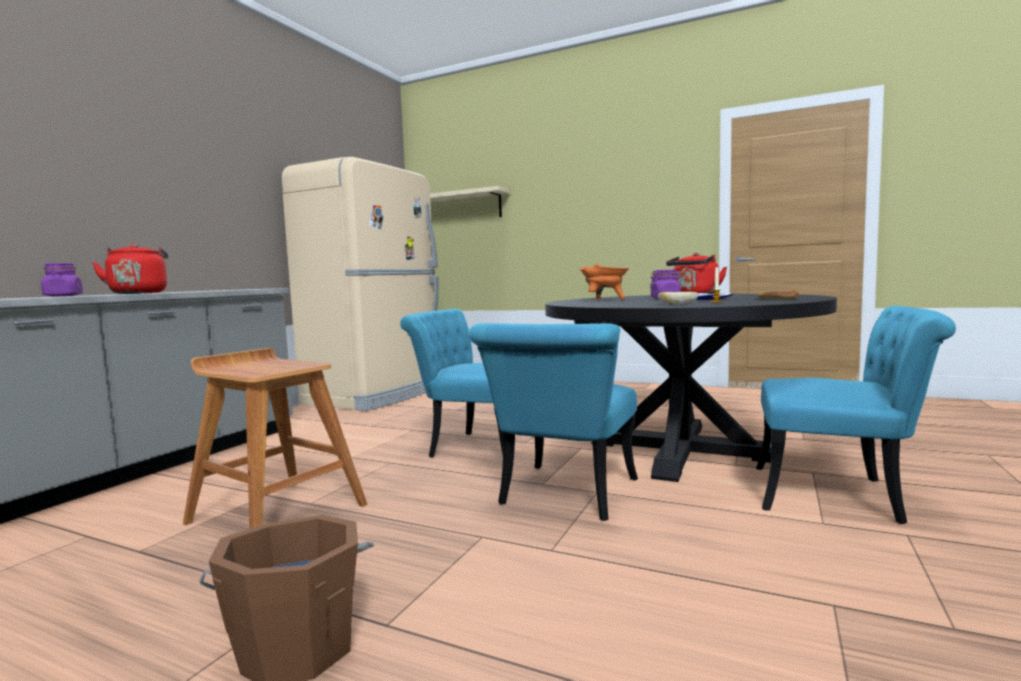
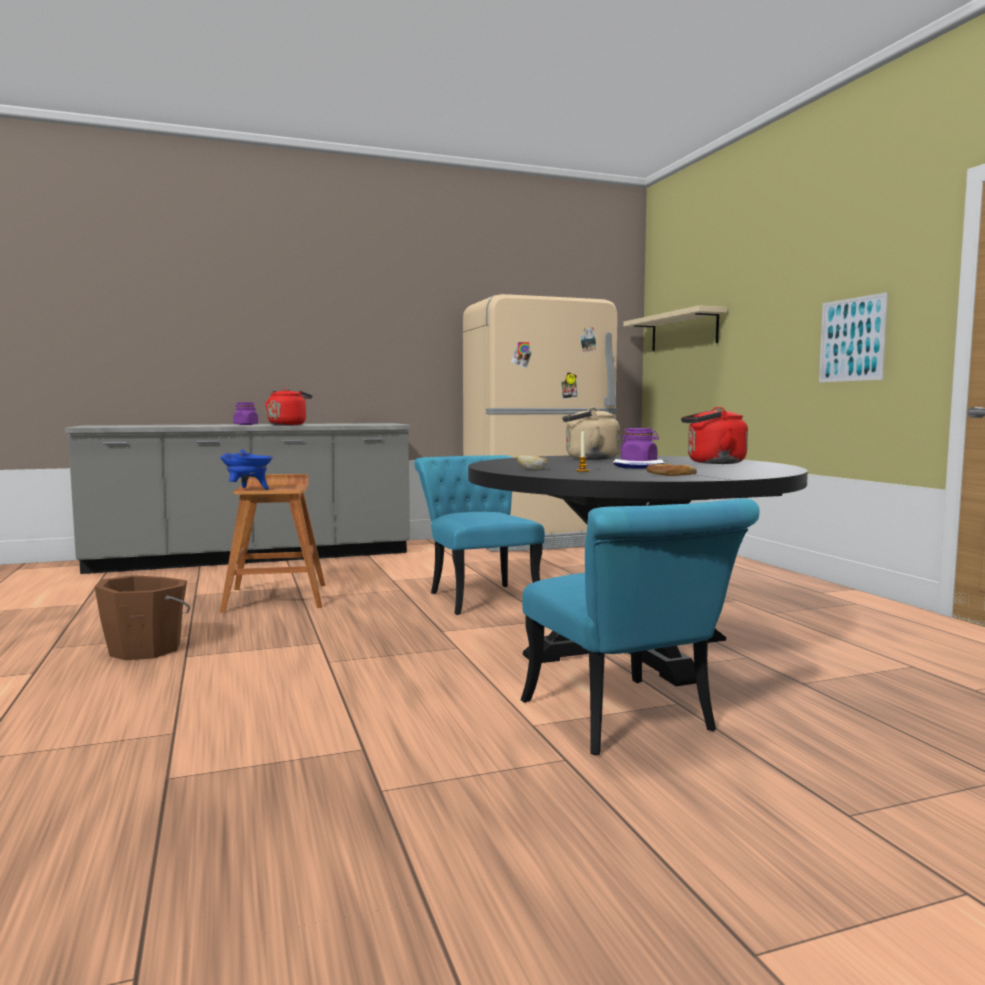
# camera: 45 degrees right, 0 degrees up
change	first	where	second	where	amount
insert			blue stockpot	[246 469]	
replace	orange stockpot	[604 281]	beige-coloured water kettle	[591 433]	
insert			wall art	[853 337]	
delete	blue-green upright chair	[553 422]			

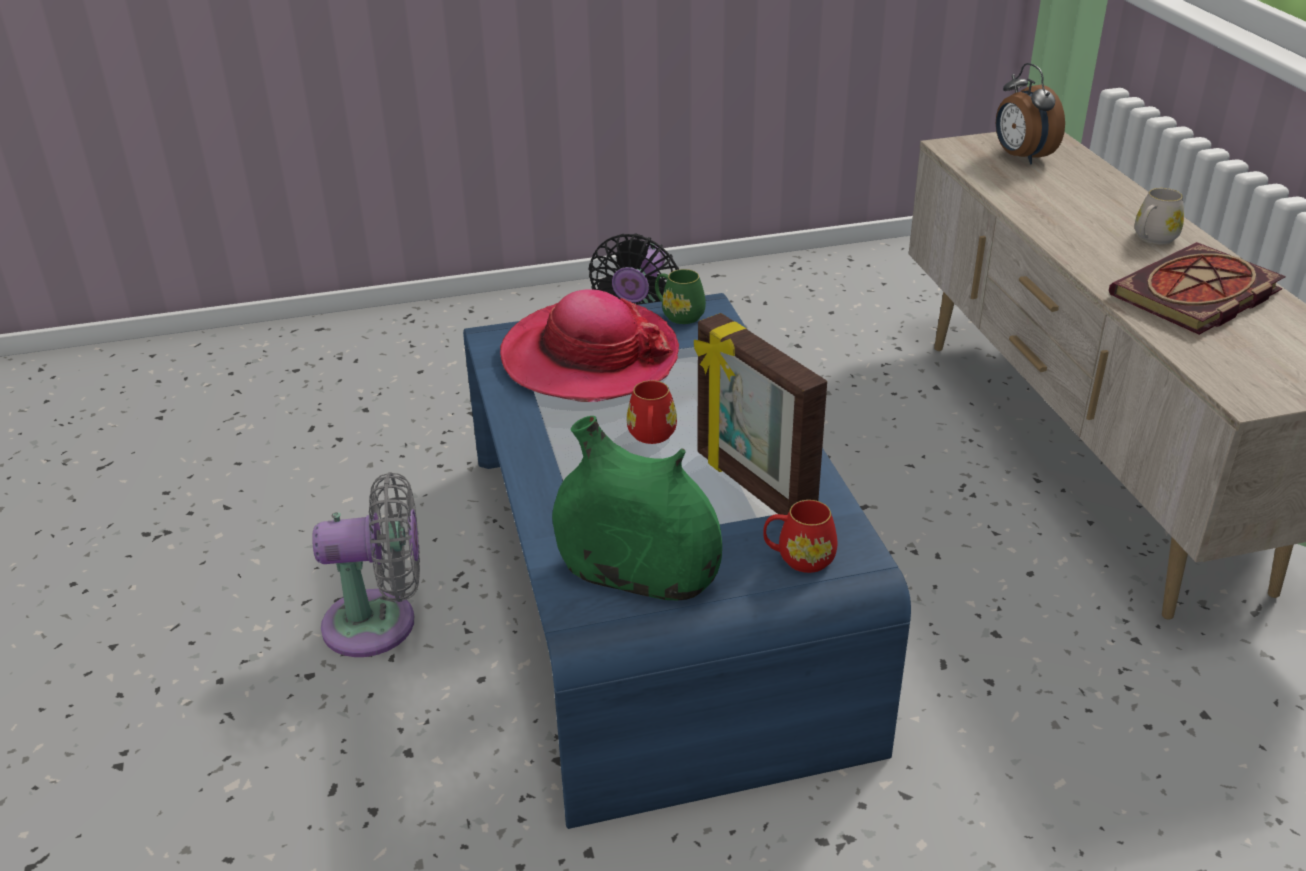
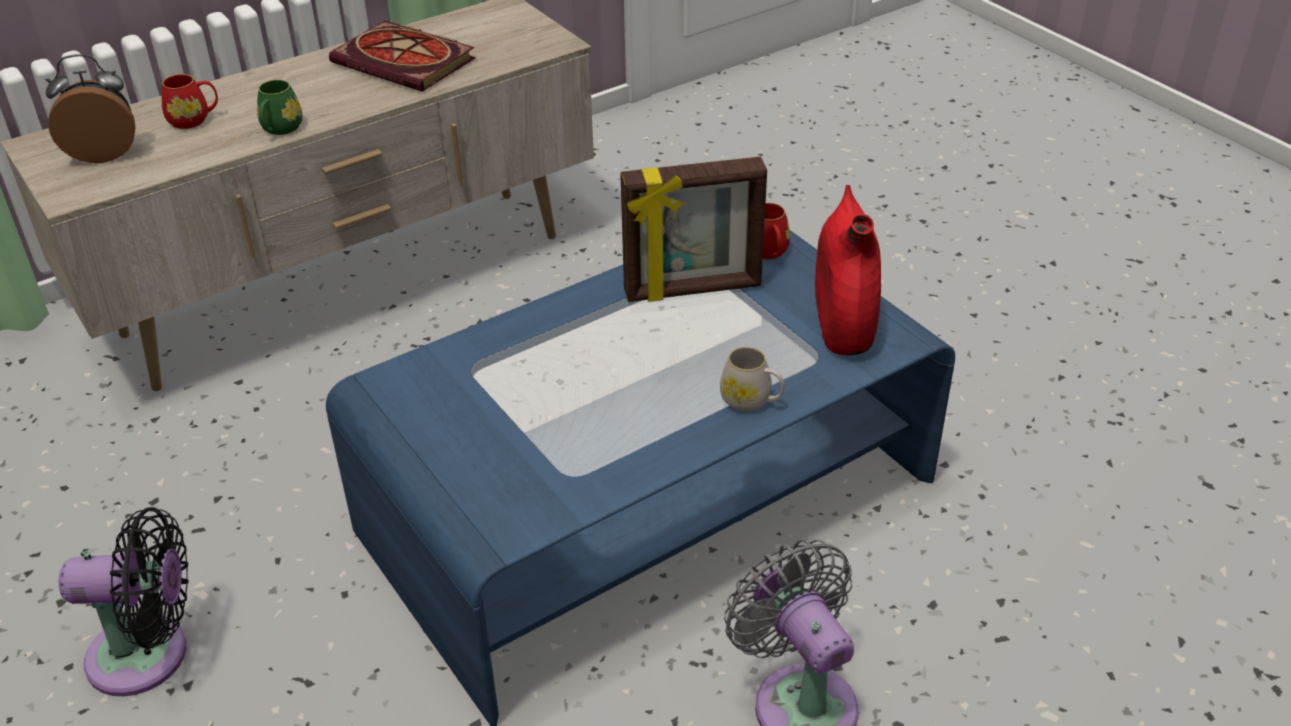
# camera: 110 degrees left, 5 degrees up
change	first	where	second	where	amount
rotate	alarm clock	[1030 114]		[90 108]	150 degrees counterclockwise
move	red-coloured tea mug	[652 412]		[190 101]	
move	green tea mug	[680 296]		[280 107]	
rotate	standing frame	[760 414]		[693 229]	45 degrees clockwise
move	white-coloured tea mug	[1159 216]		[752 379]	
recolor	green decorative vase	[637 508]	red-coloured decorative vase	[848 270]	
delete	hat	[589 346]			

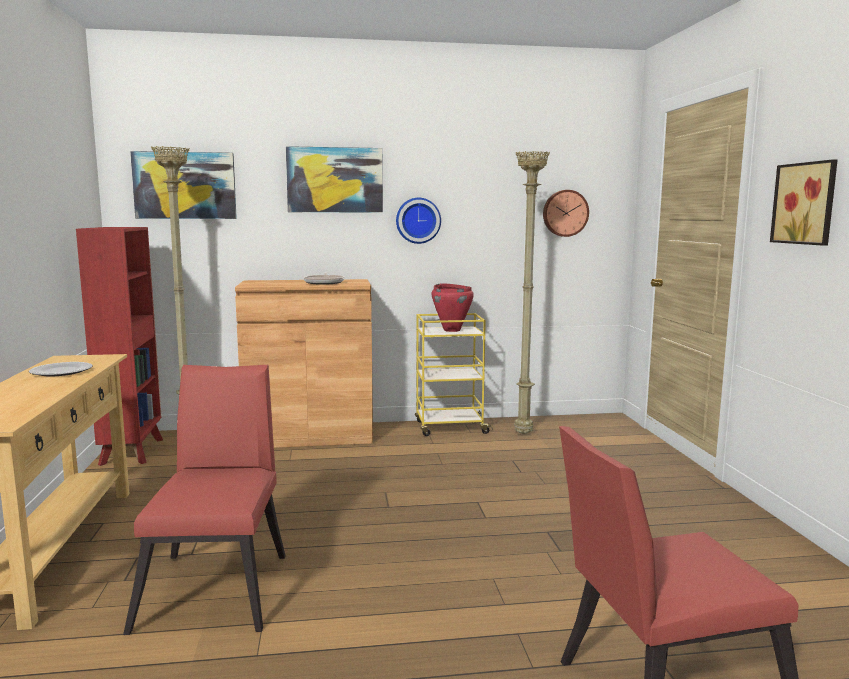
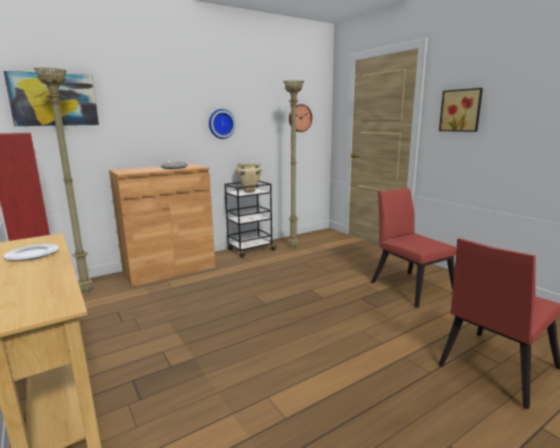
# camera: 25 degrees left, 5 degrees up
change	first	where	second	where	amount
recolor	yellowish cart	[454 374]	black cart	[251 219]	
recolor	red-coloured stockpot	[453 308]	beige-coloured stockpot	[249 178]	
move	red-coloured upright chair	[204 500]		[413 248]	
delete	wall art	[334 179]			

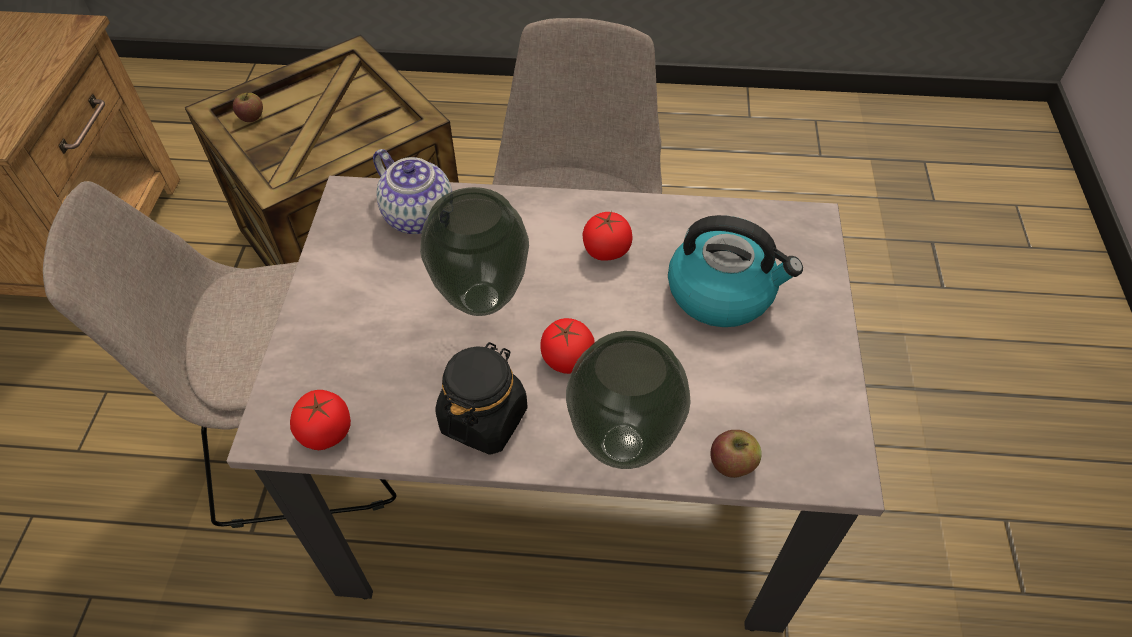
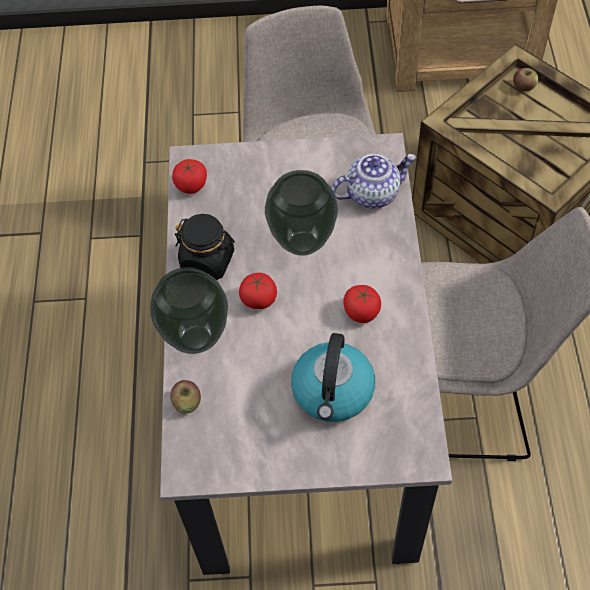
# camera: 85 degrees right, 5 degrees up
change	first	where	second	where	amount
rotate	tea pot	[412 191]		[374 181]	150 degrees counterclockwise

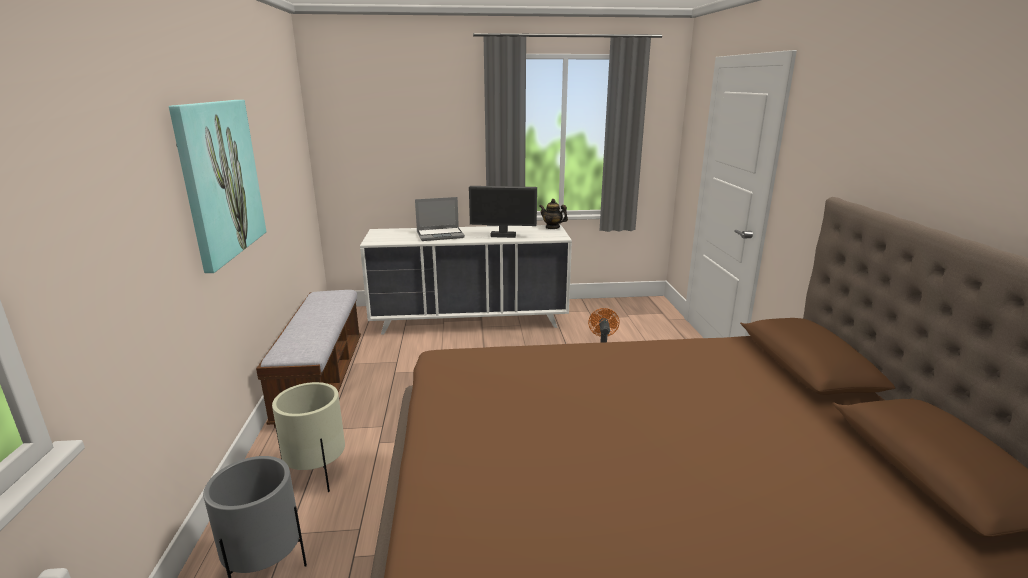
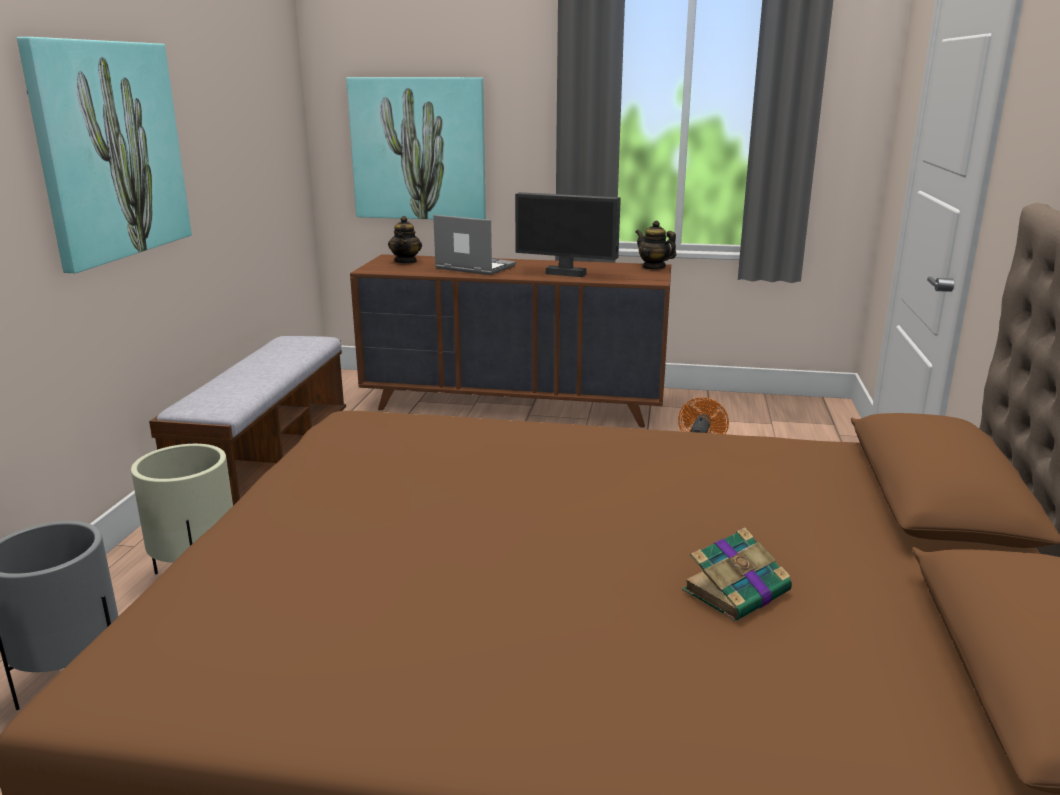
# camera: 15 degrees right, 0 degrees up
change	first	where	second	where	amount
insert			wall art	[416 148]	
recolor	white-coloured dresser	[466 280]	brown-coloured dresser	[510 341]	
insert			tea pot	[405 240]	
rotate	portable computer	[440 219]		[474 245]	150 degrees counterclockwise
insert			bound book	[737 574]	

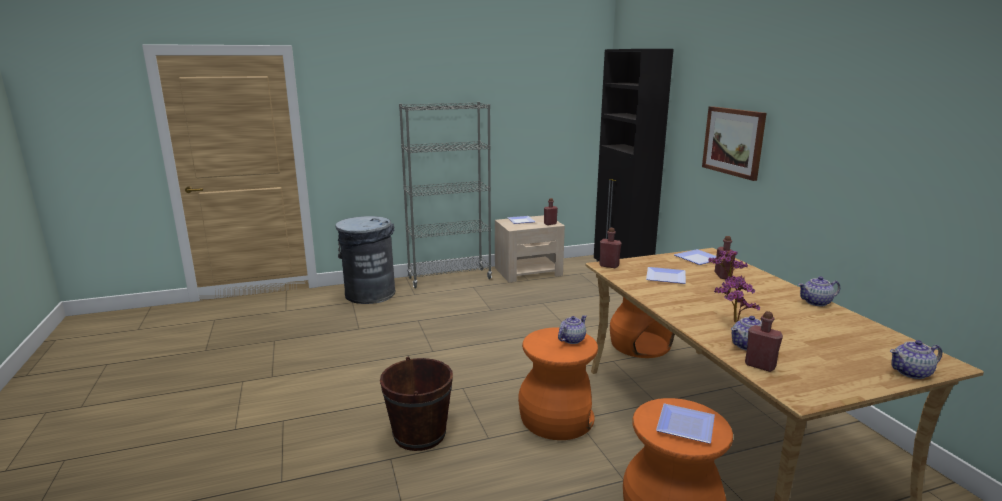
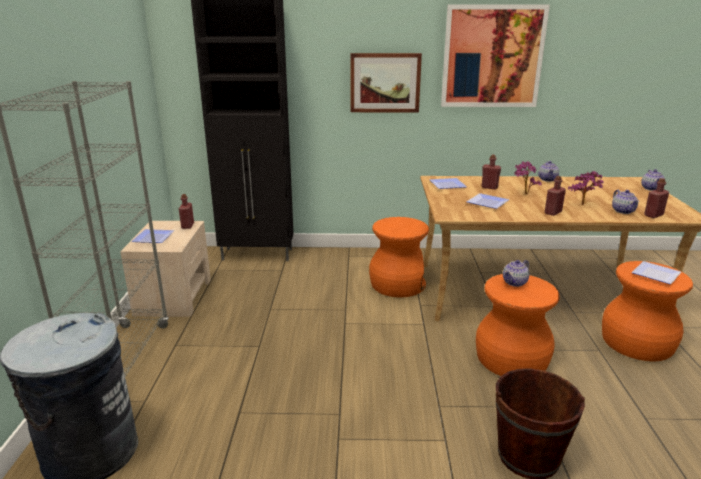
# camera: 70 degrees left, 5 degrees up
change	first	where	second	where	amount
insert			wall art	[495 55]	
rotate	tea pot	[572 329]		[516 273]	105 degrees counterclockwise
move	red-coloured bottle	[610 248]		[555 196]	

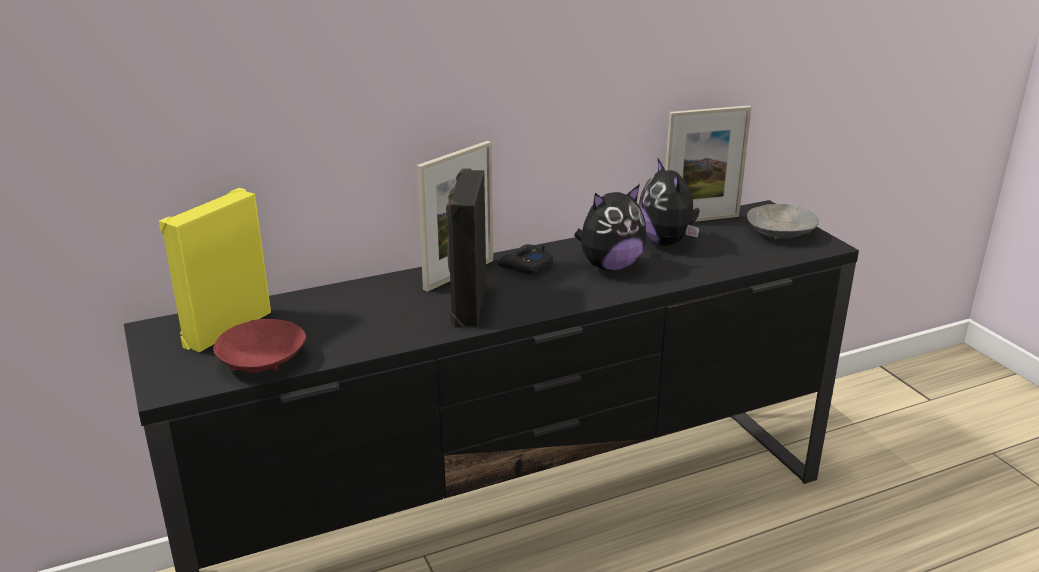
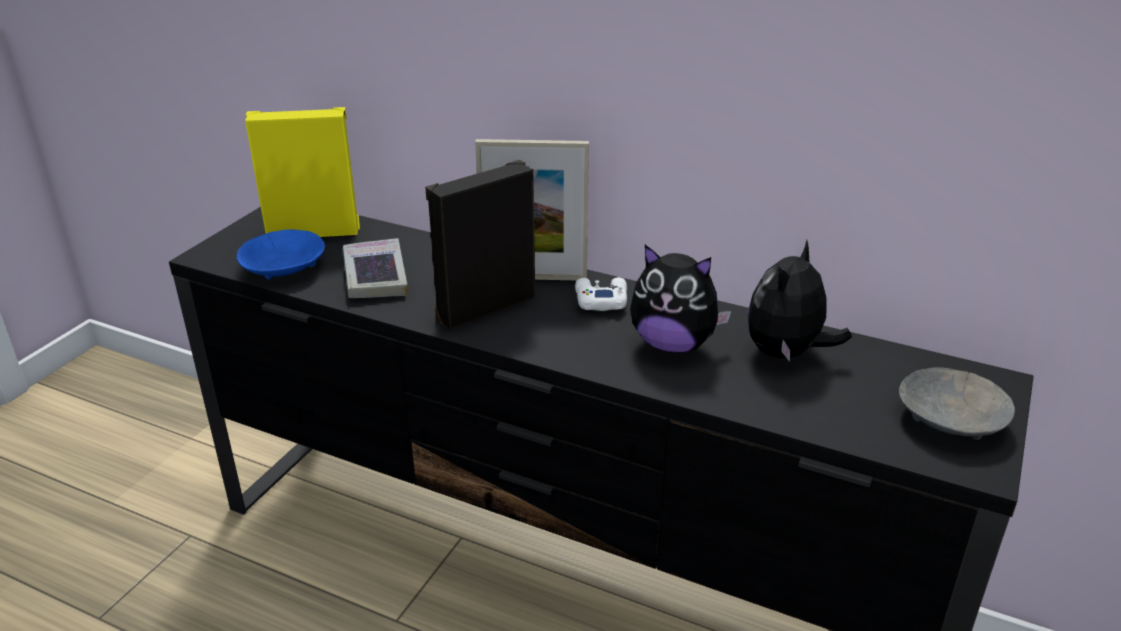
# camera: 50 degrees right, 5 degrees up
change	first	where	second	where	amount
recolor	red-coloured serving bowl	[259 346]	blue serving bowl	[281 254]	
insert			bound book	[375 268]	
recolor	black joypad	[525 259]	white-coloured joypad	[601 294]	
delete	standing frame	[708 164]			

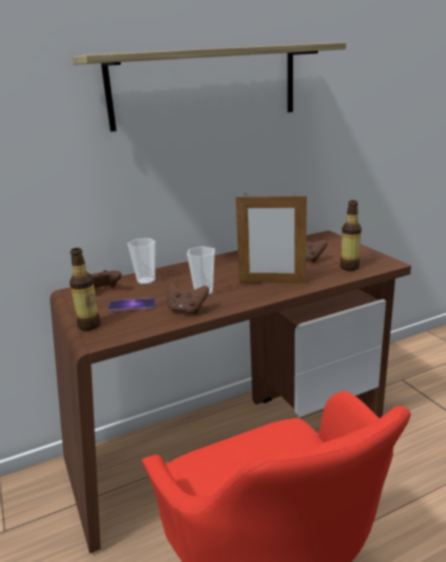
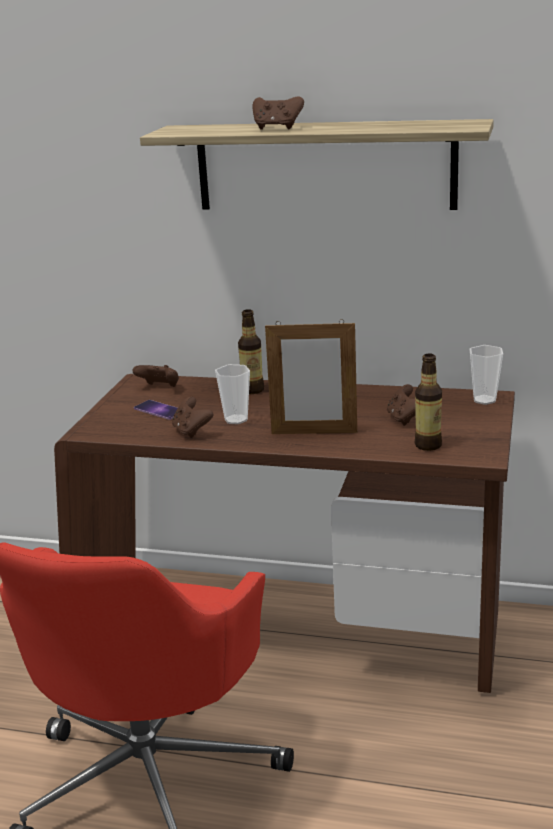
# camera: 40 degrees right, 0 degrees up
change	first	where	second	where	amount
move	bottle	[85 289]		[251 351]	
insert			brown-coloured joypad	[278 113]	
rotate	standing frame	[271 238]		[311 376]	45 degrees counterclockwise
move	drinking cup	[142 261]		[486 375]	

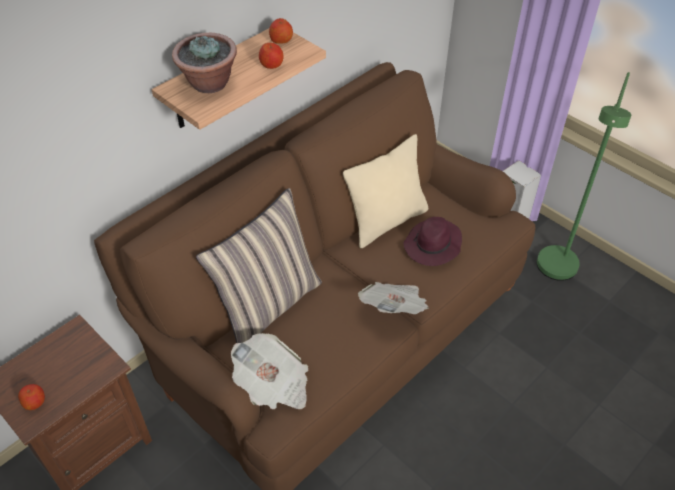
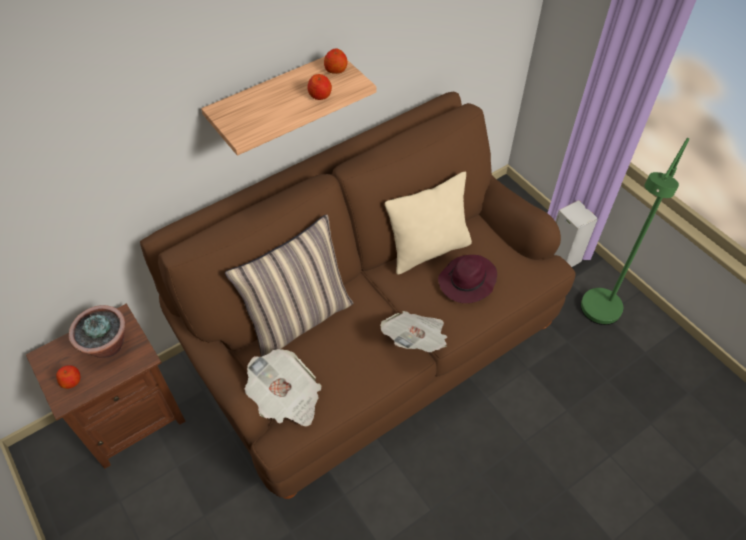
# camera: 10 degrees right, 5 degrees up
change	first	where	second	where	amount
move	houseplant	[204 63]		[97 331]	

